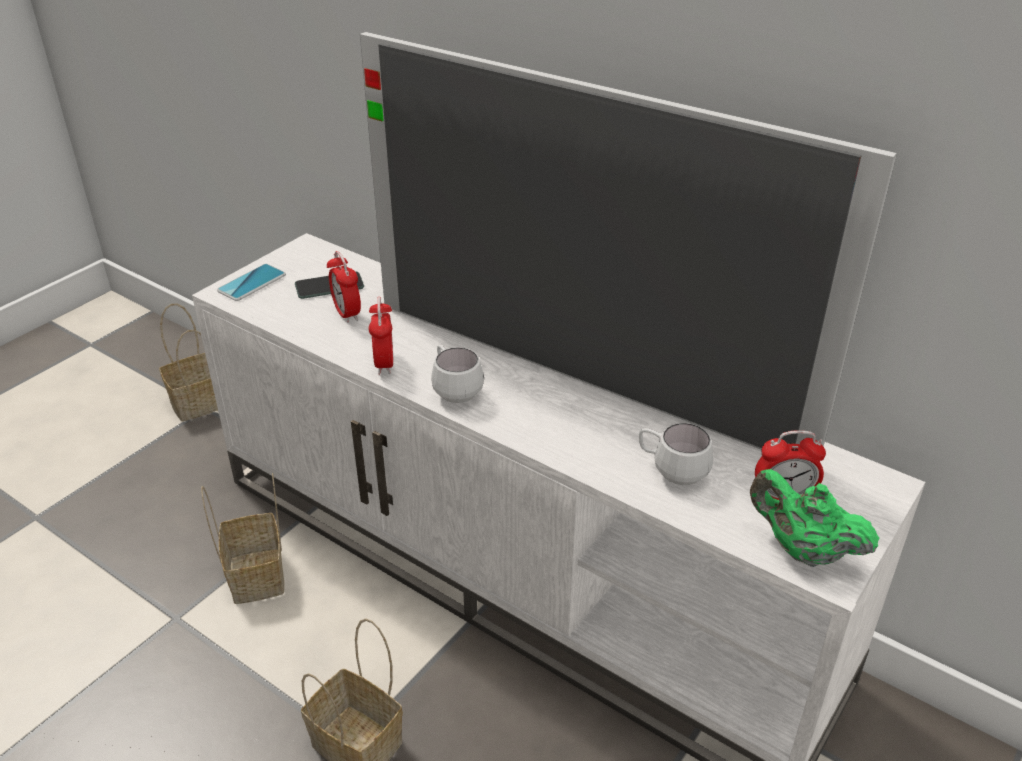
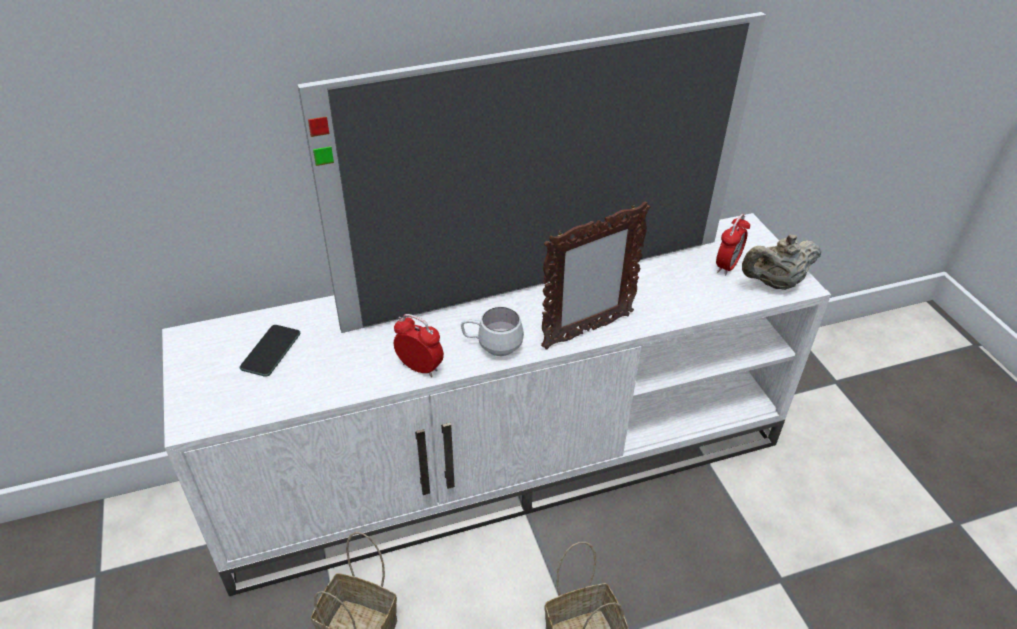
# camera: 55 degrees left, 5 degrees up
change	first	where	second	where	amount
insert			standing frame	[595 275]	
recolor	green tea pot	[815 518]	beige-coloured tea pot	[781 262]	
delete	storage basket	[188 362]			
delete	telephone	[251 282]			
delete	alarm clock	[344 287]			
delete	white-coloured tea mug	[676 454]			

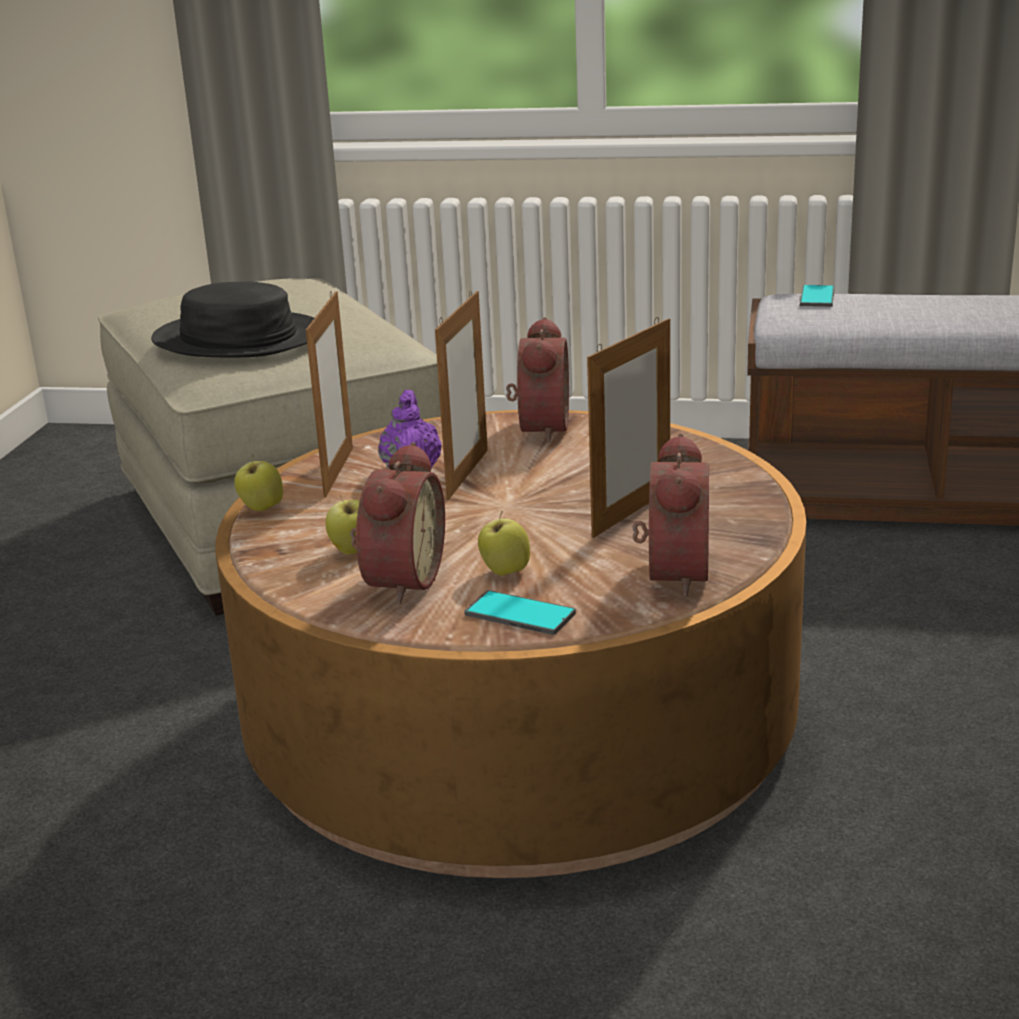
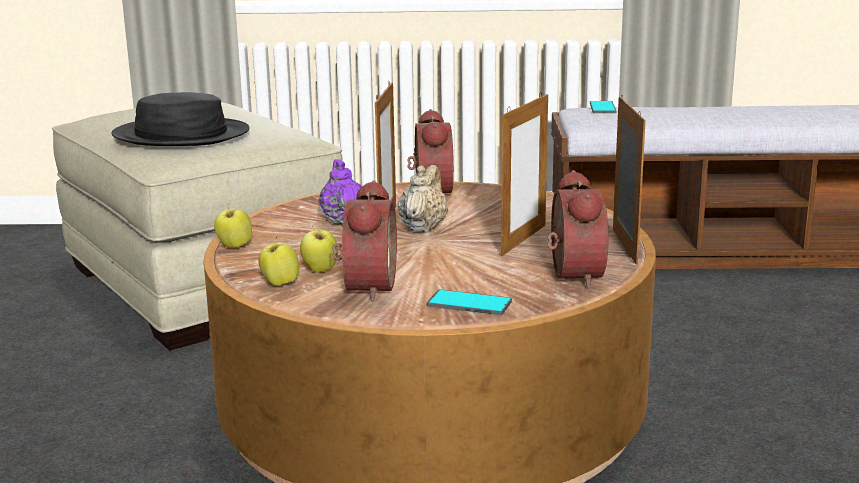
# camera: 10 degrees left, 5 degrees down
change	first	where	second	where	amount
move	whole apple	[504 543]		[278 261]	
insert			beige-coloured tea pot	[423 199]	
move	standing frame	[329 394]		[629 180]	

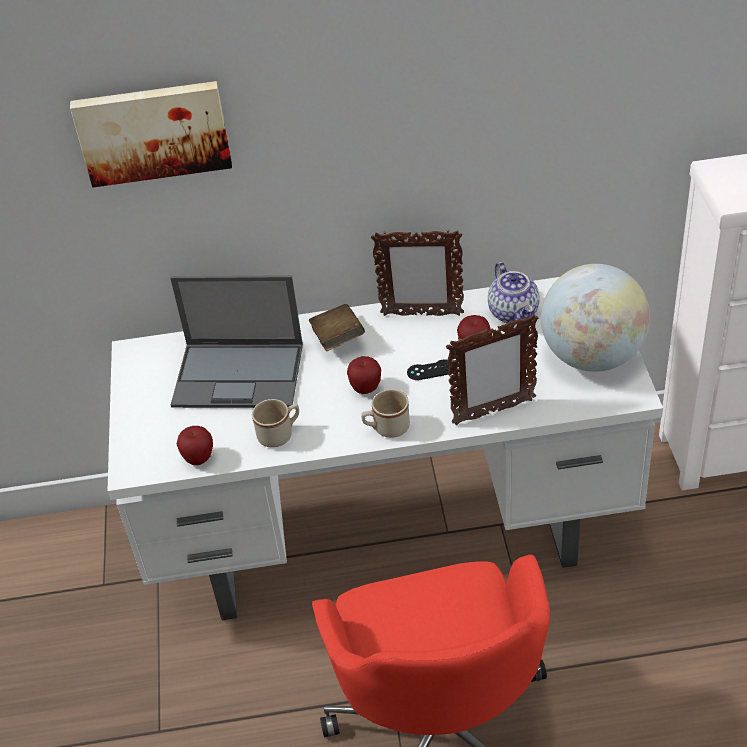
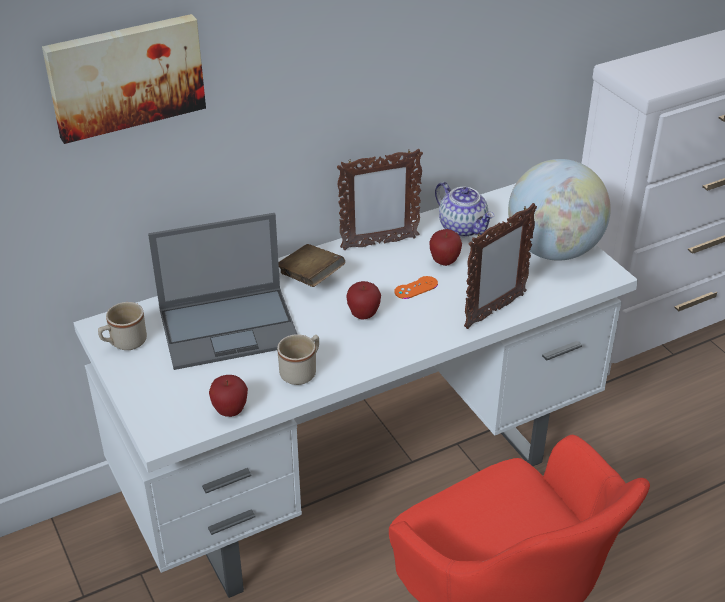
# camera: 25 degrees left, 5 degrees down
change	first	where	second	where	amount
move	beige-coloured tea mug	[385 413]		[122 326]	
recolor	black joypad	[429 369]	orange joypad	[416 287]	

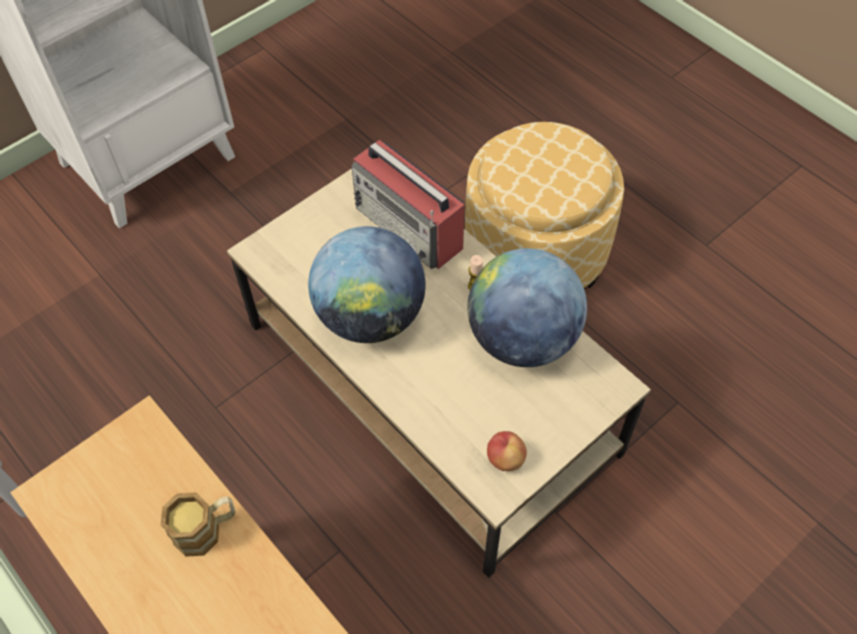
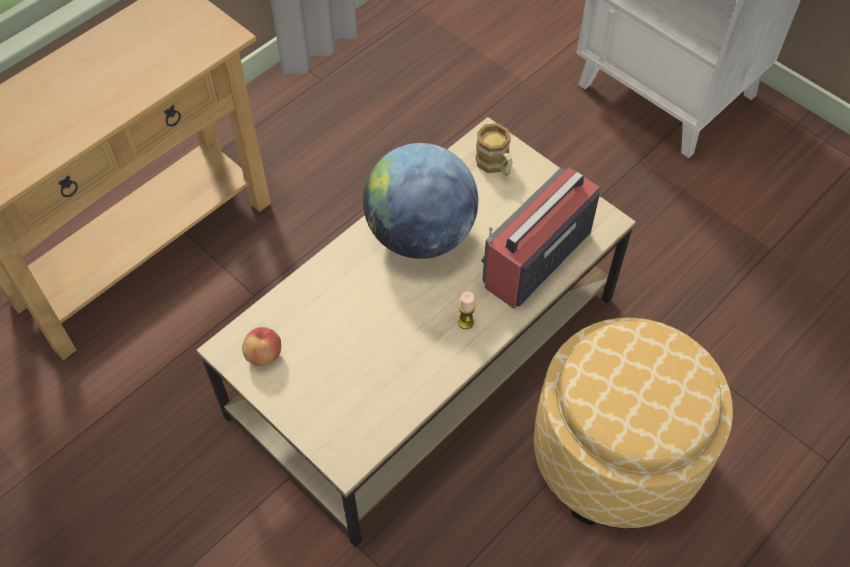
# camera: 85 degrees right, 0 degrees up
change	first	where	second	where	amount
move	tea mug	[198 525]		[493 149]	
delete	globe	[527 307]			

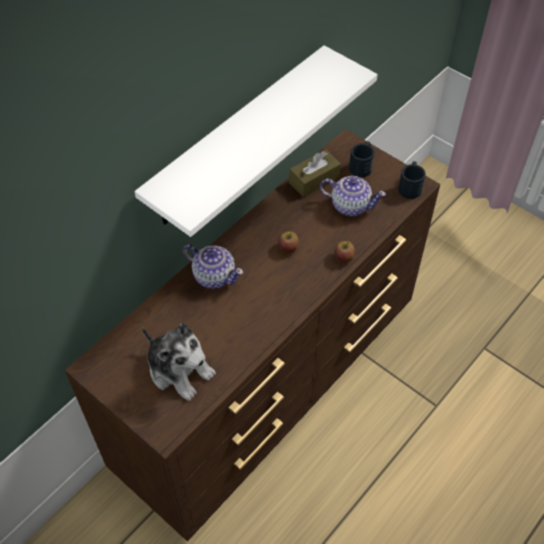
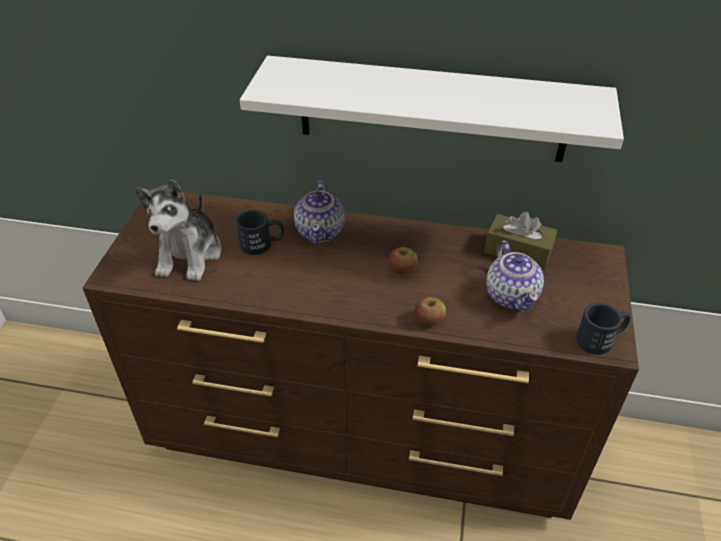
# camera: 60 degrees right, 10 degrees down
change	first	where	second	where	amount
move	black tea mug	[361 159]		[260 232]	

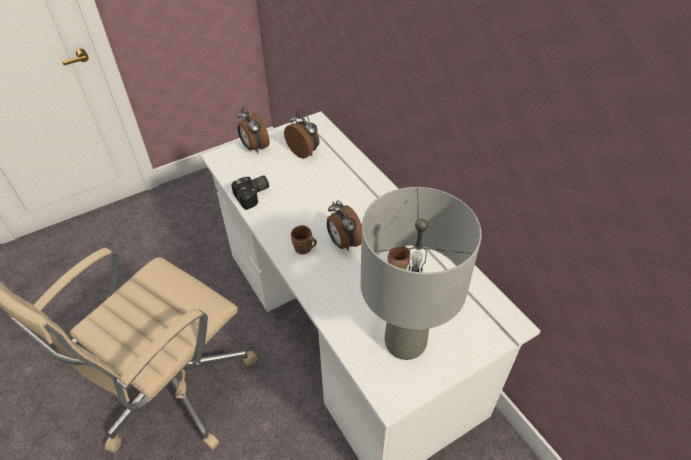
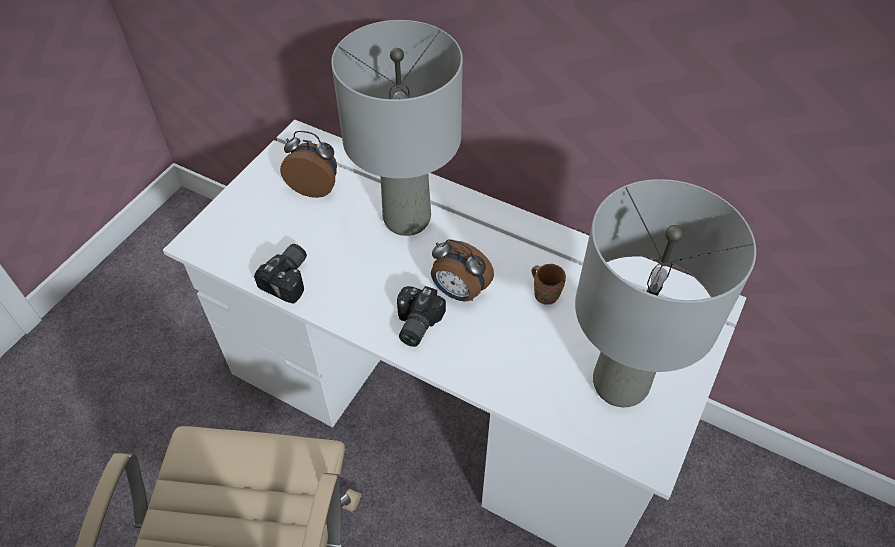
# camera: 30 degrees left, 5 degrees up
change	first	where	second	where	amount
insert			grey lamp for a table	[397 128]	
replace	brown-coloured tea mug	[304 240]	still camera	[421 316]	
delete	alarm clock	[253 130]			

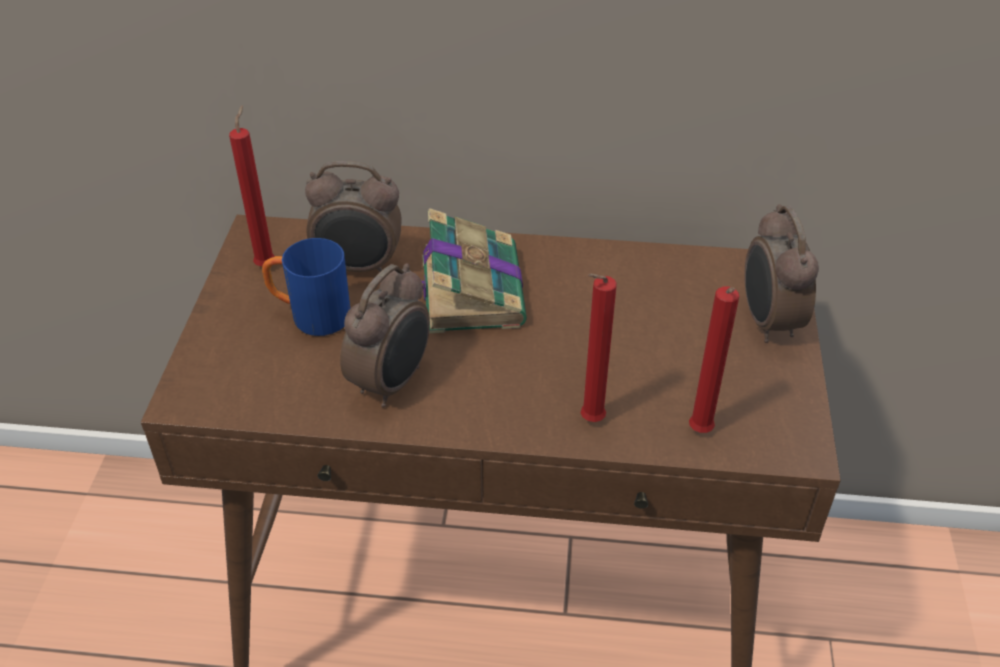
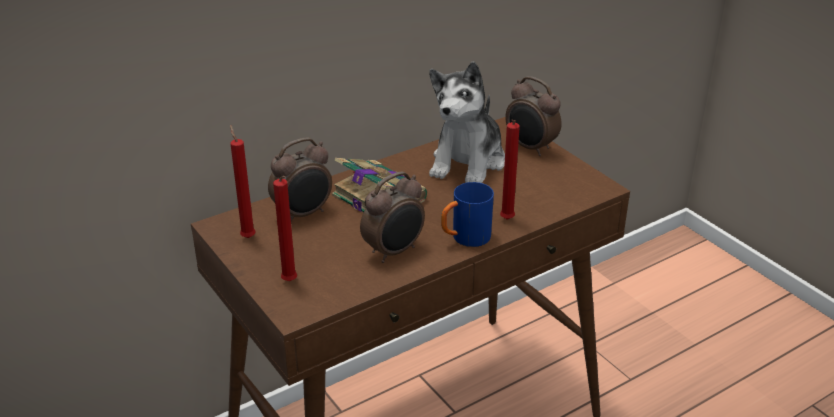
# camera: 40 degrees left, 10 degrees down
change	first	where	second	where	amount
move	red-coloured candle	[714 360]		[285 228]	
rotate	alarm clock	[385 335]		[392 217]	60 degrees clockwise
insert			soft toy	[467 122]	
move	blue tea mug	[306 287]		[467 214]	

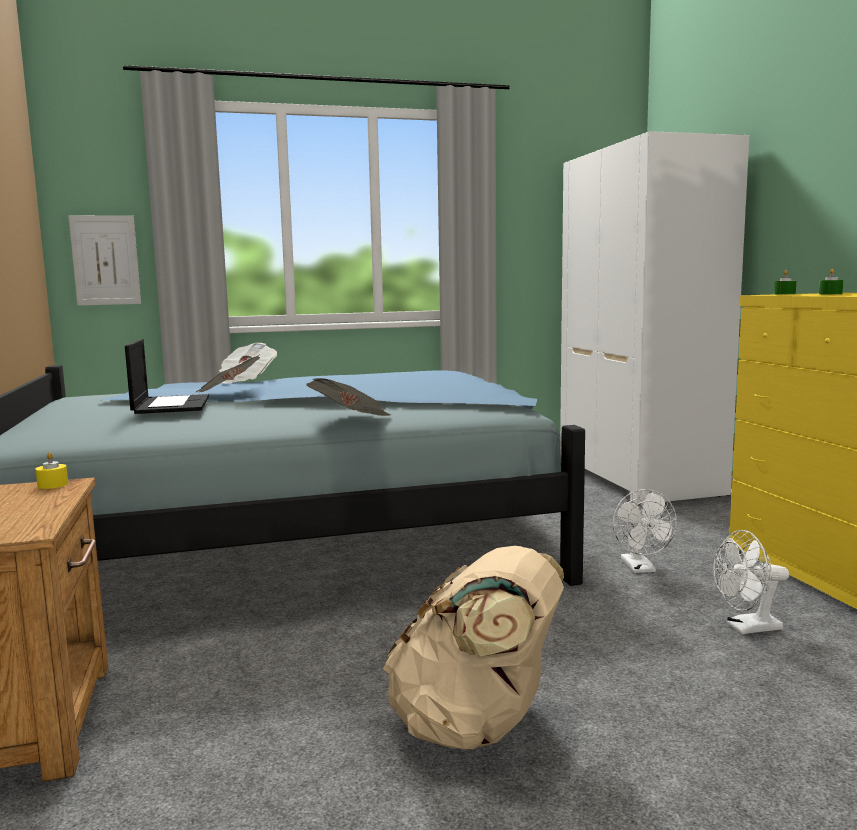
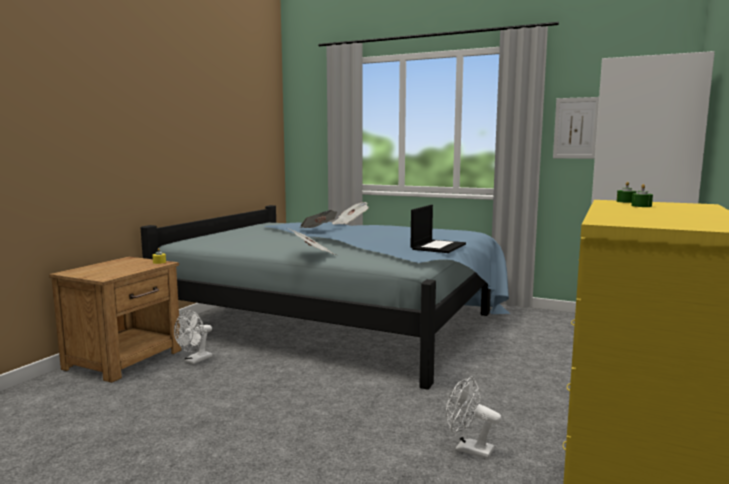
# camera: 40 degrees right, 0 degrees up
change	first	where	second	where	amount
move	white-coloured fan	[645 531]		[193 337]	
move	portable computer	[167 376]		[438 229]	
move	wall art	[104 260]		[576 128]	
delete	beige-coloured knapsack	[473 648]			

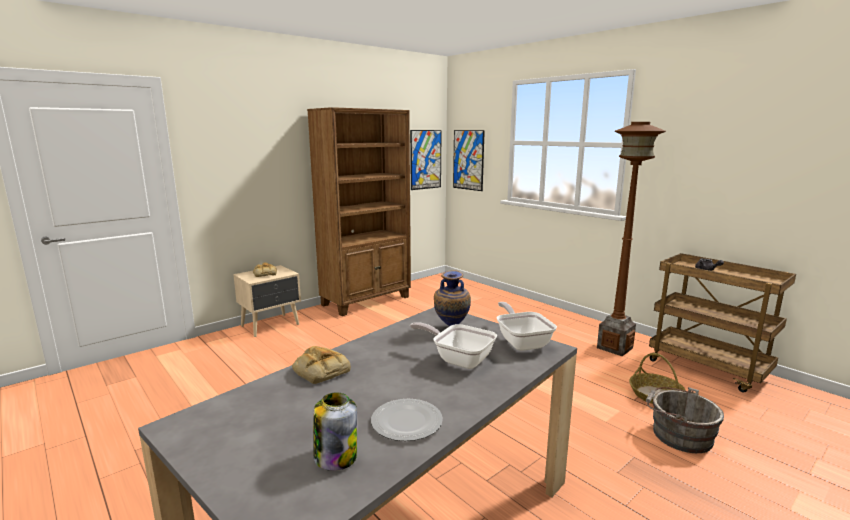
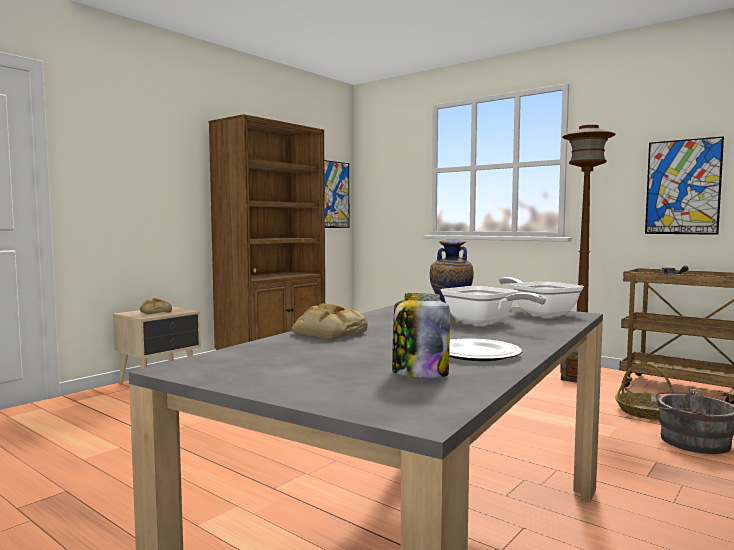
# camera: 10 degrees left, 10 degrees down
change	first	where	second	where	amount
rotate	skillet	[453 345]		[493 305]	150 degrees counterclockwise
move	wall art	[469 160]		[684 185]	

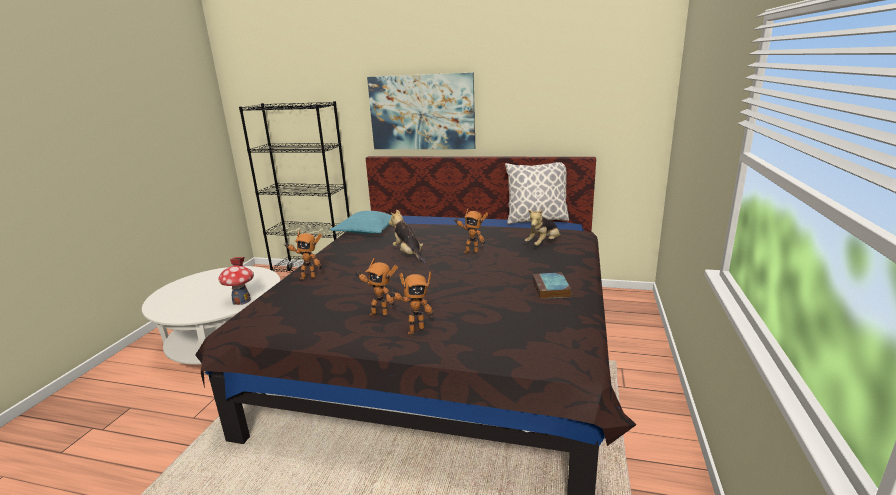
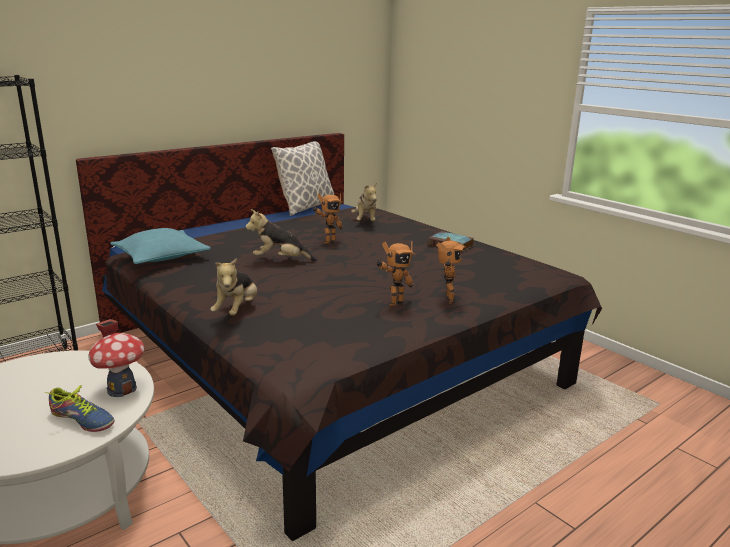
# camera: 55 degrees left, 0 degrees up
change	first	where	second	where	amount
insert			low shoe	[79 408]	
replace	model robot	[303 255]	soft toy	[233 287]	
delete	wall art	[421 110]			

